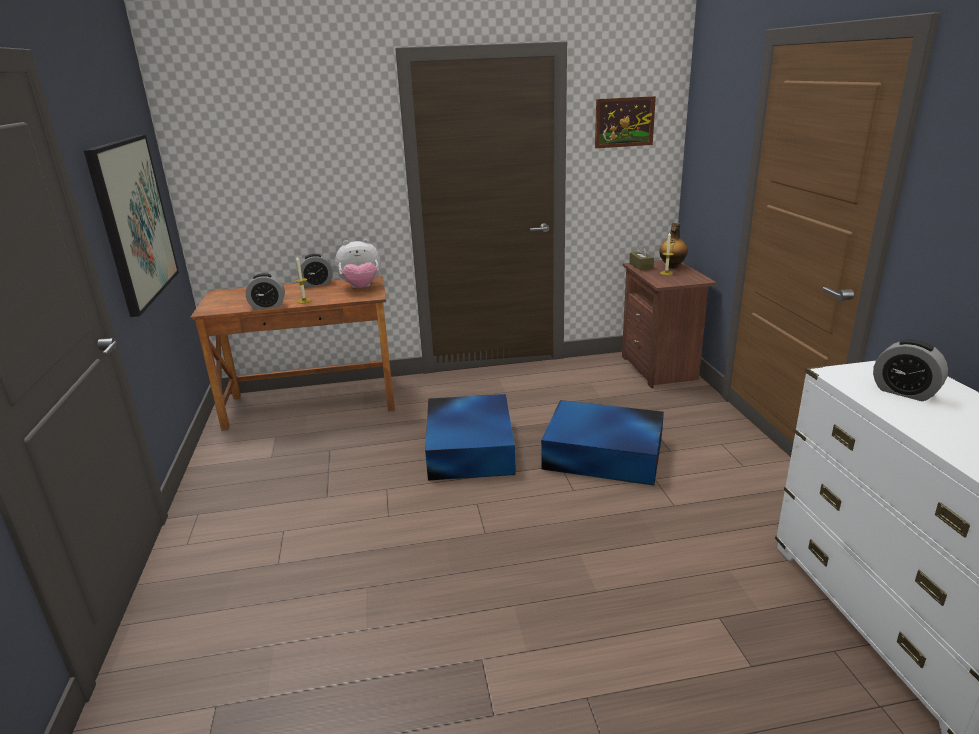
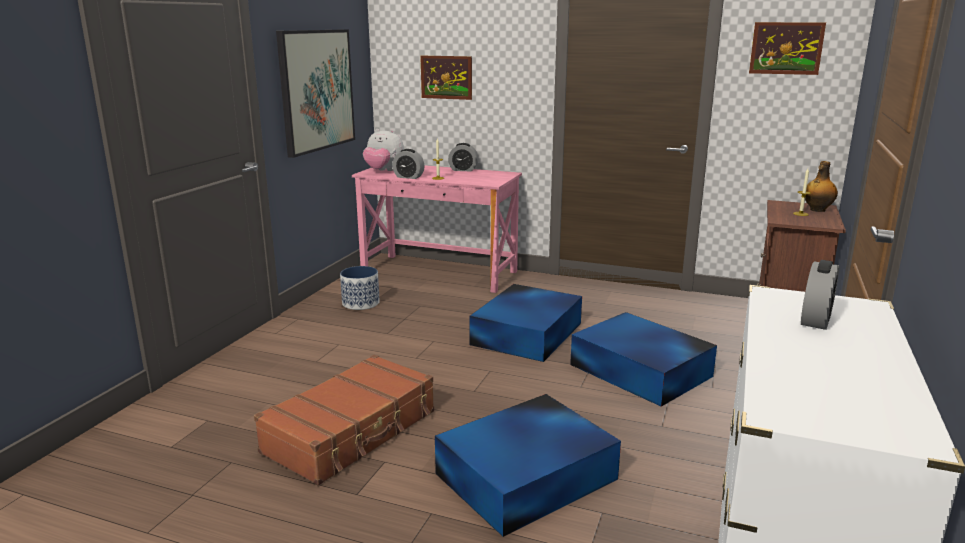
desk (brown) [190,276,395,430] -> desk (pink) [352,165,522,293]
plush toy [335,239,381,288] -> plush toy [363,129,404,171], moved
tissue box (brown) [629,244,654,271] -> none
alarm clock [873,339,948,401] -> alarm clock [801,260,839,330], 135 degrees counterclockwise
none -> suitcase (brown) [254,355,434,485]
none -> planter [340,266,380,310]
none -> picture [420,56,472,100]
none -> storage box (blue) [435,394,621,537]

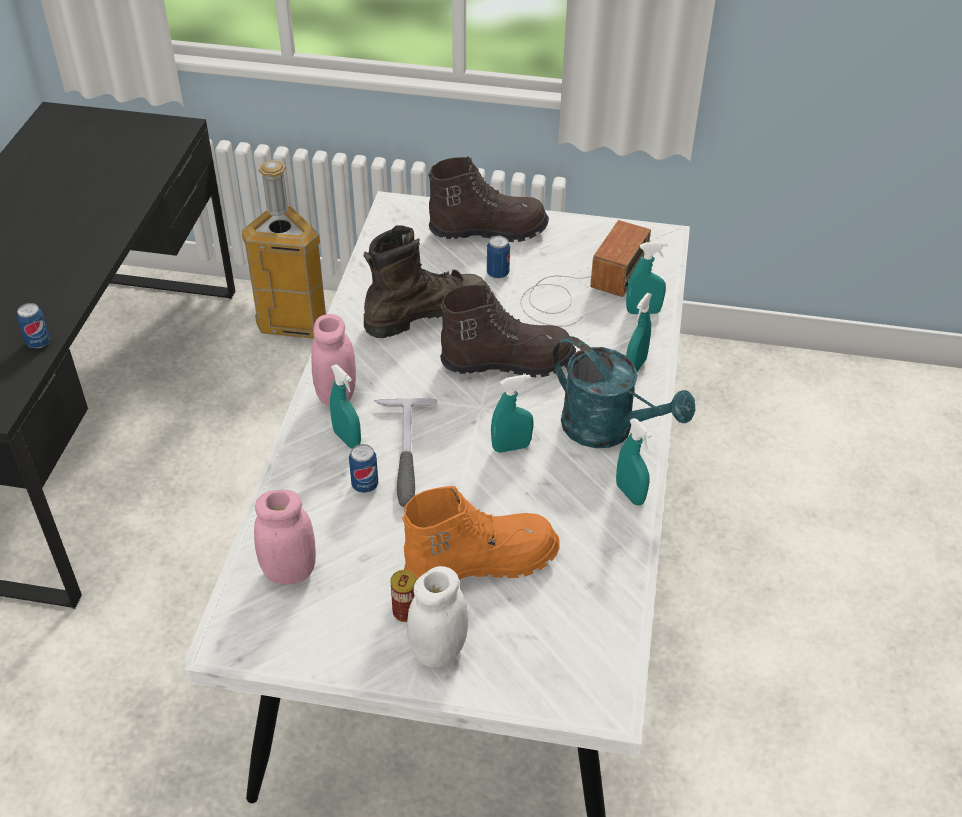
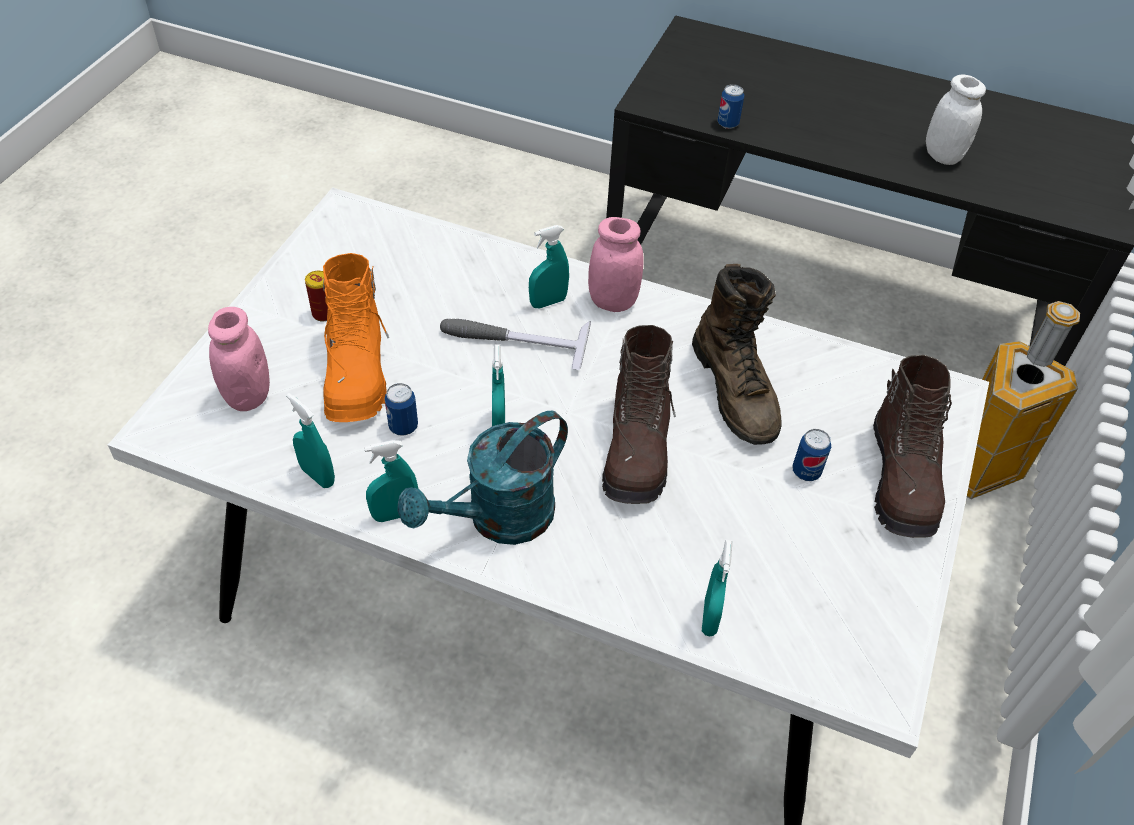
jar (pink) [254,490,316,584] -> jar (pink) [208,307,270,411], moved
can [349,444,378,493] -> can [385,383,418,436], moved
jar (white) [407,566,468,668] -> jar (white) [926,74,986,165], moved
radio [521,220,651,327] -> none
spray bottle (turquoise) [626,293,652,372] -> spray bottle (turquoise) [286,393,335,488], moved

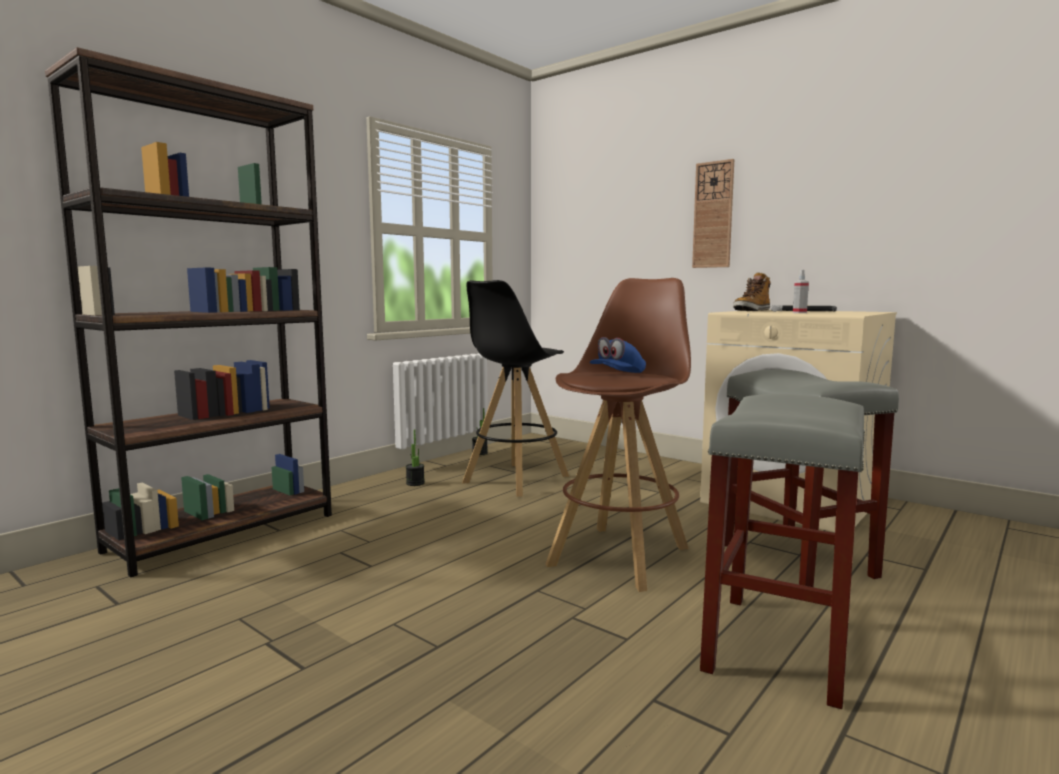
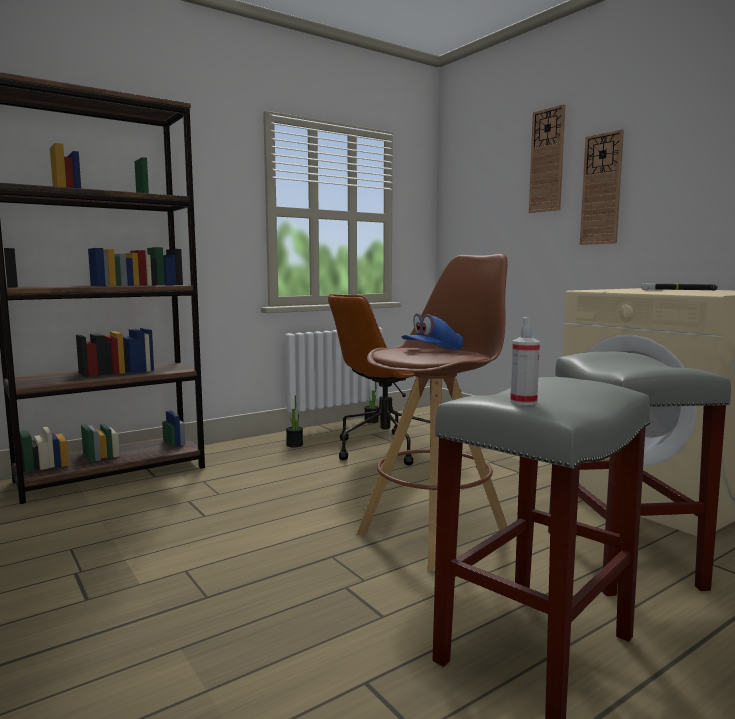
stool (black) [462,280,570,497] -> office chair (brown) [328,294,430,466]
boot [733,272,771,311] -> none
spray bottle [793,270,809,313] -> spray bottle [510,317,540,405], moved
none -> wall clock [529,104,565,213]

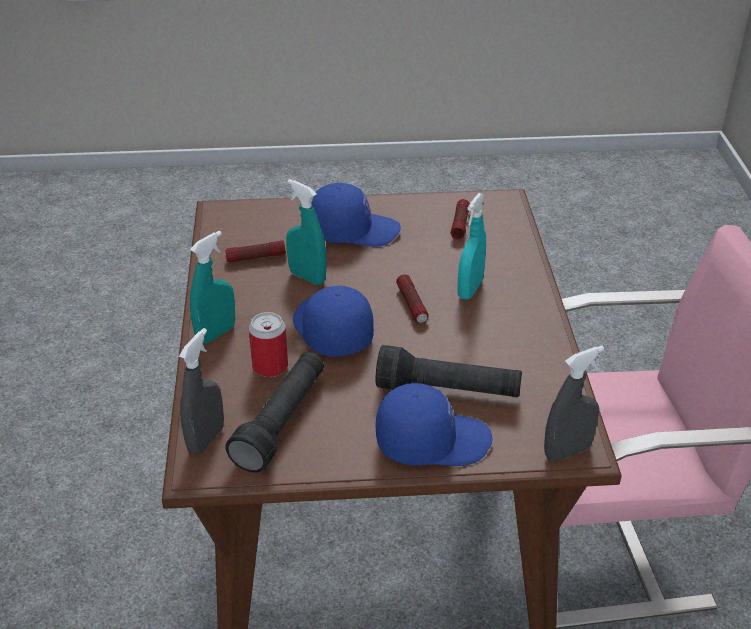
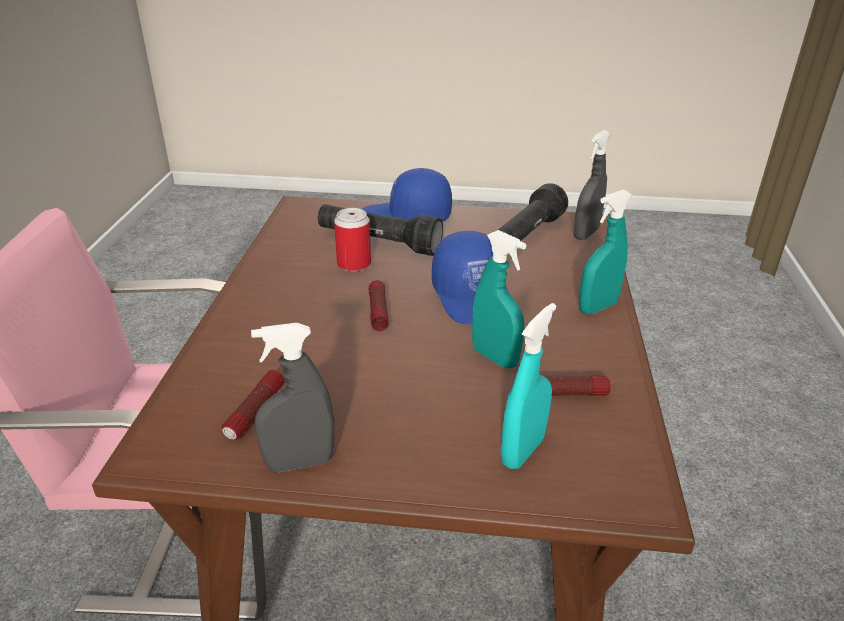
can [249,312,288,377] -> can [334,208,371,272], moved
cap (blue) [312,183,401,247] -> none
spray bottle (turquoise) [457,193,486,300] -> spray bottle (turquoise) [500,303,556,469], moved
spray bottle (grey) [544,346,604,461] -> spray bottle (grey) [251,323,334,472], moved

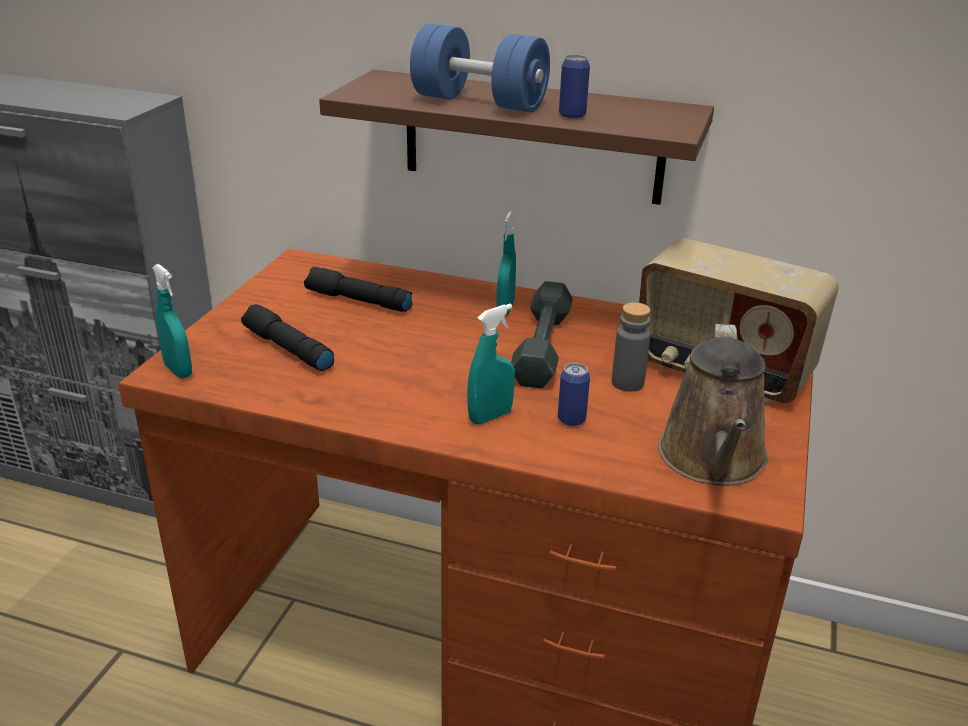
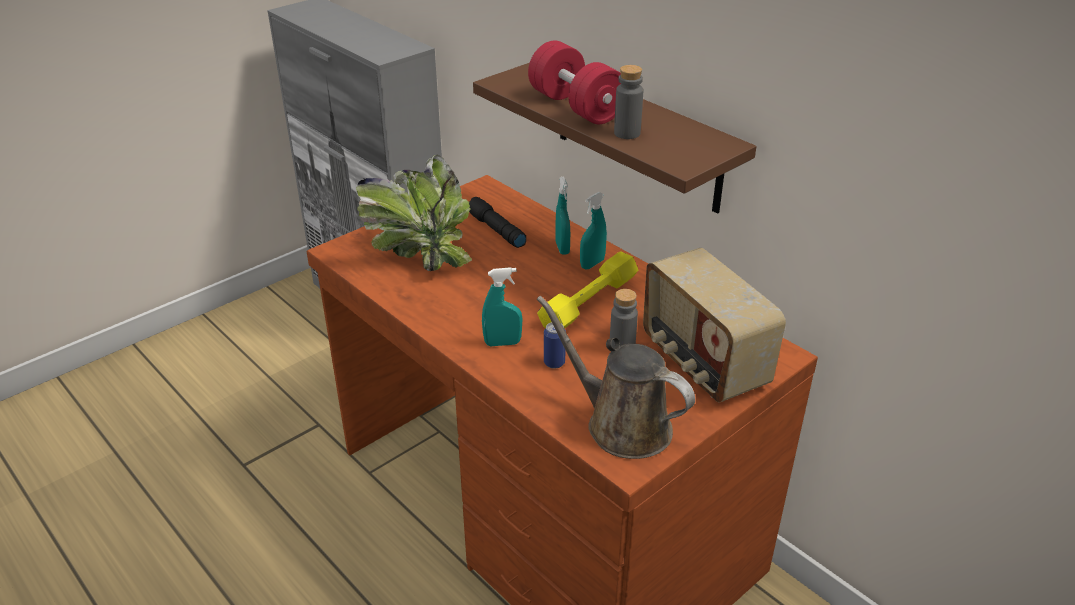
spray bottle (turquoise) [152,264,192,379] -> spray bottle (turquoise) [555,177,570,255], moved
flashlight (black) [241,304,334,371] -> potted plant [356,155,472,271]
dumbbell (blue) [410,24,550,112] -> dumbbell (red) [528,41,621,124]
dumbbell (grey) [511,281,573,388] -> dumbbell (yellow) [537,251,638,329]
can [559,55,590,119] -> bottle (grey) [614,65,643,139]
watering can (brown) [658,324,768,486] -> watering can (brown) [537,296,695,459], 90 degrees clockwise

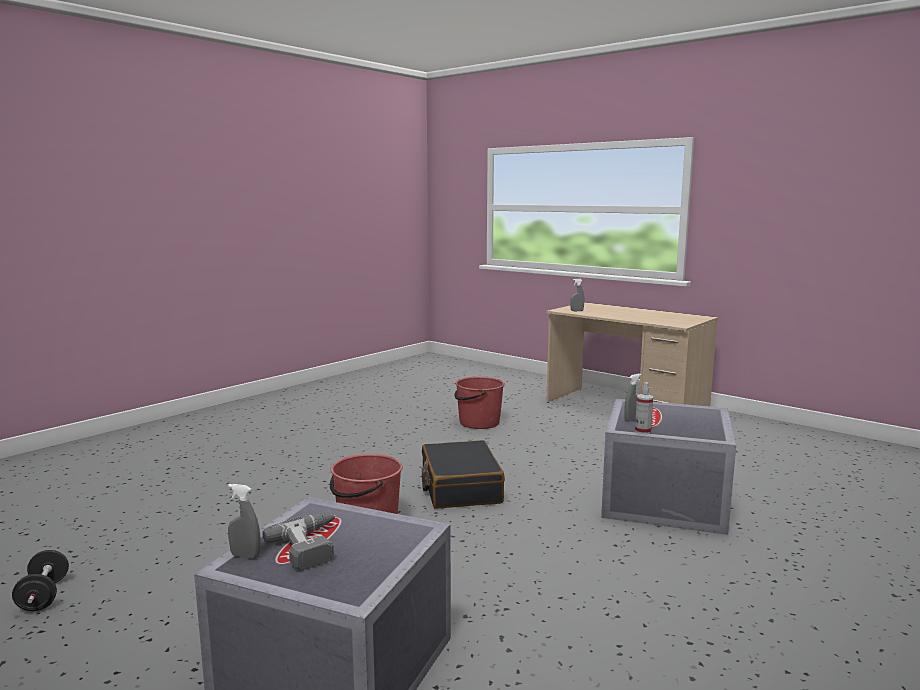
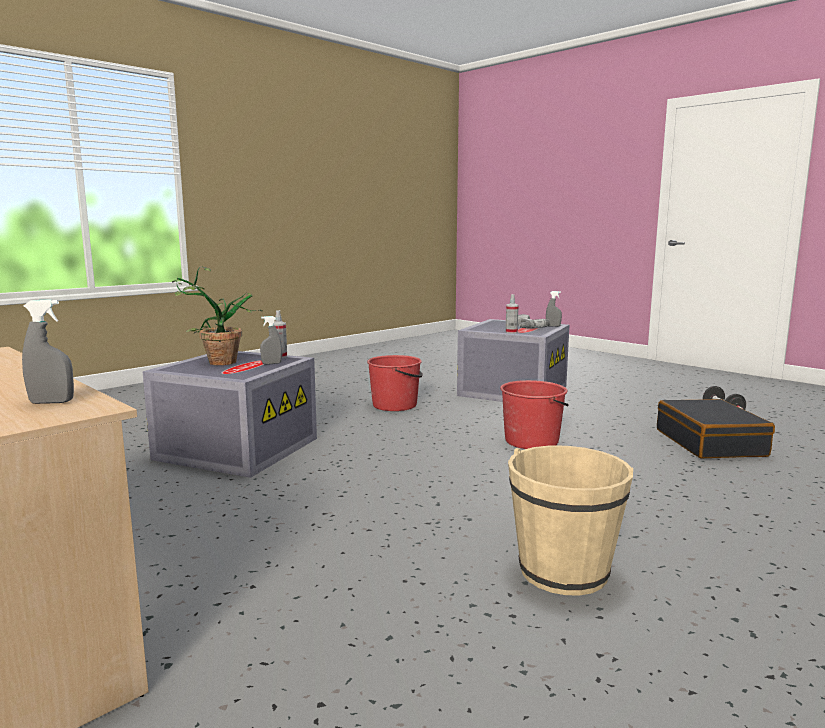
suitcase (black) [422,440,505,509] -> suitcase (black) [657,399,775,458], moved
bucket (red) [454,376,505,429] -> bucket (red) [367,355,423,411], moved
none -> potted plant [172,267,263,365]
none -> spray bottle [505,294,519,334]
none -> bucket (beige) [508,446,633,595]

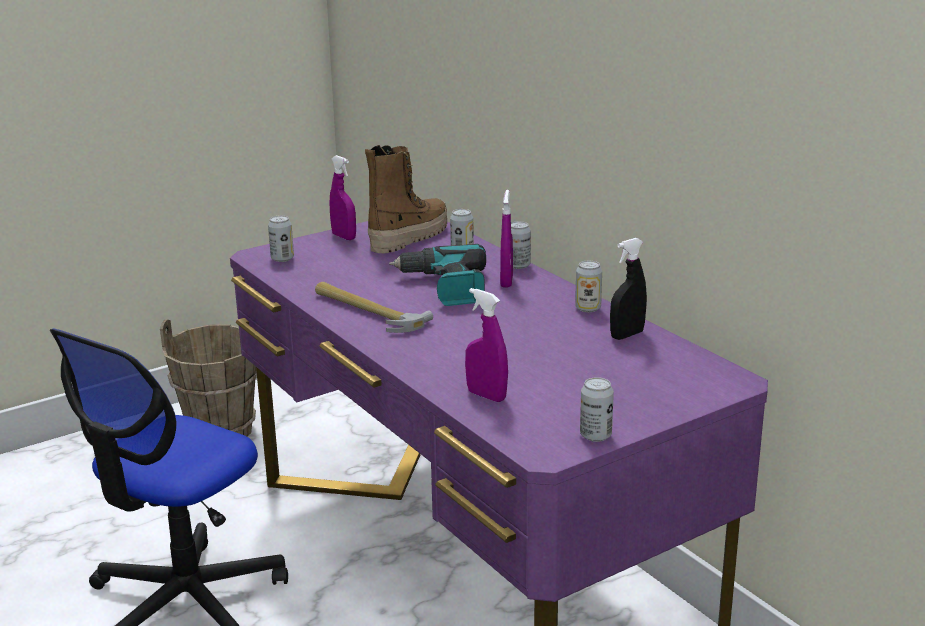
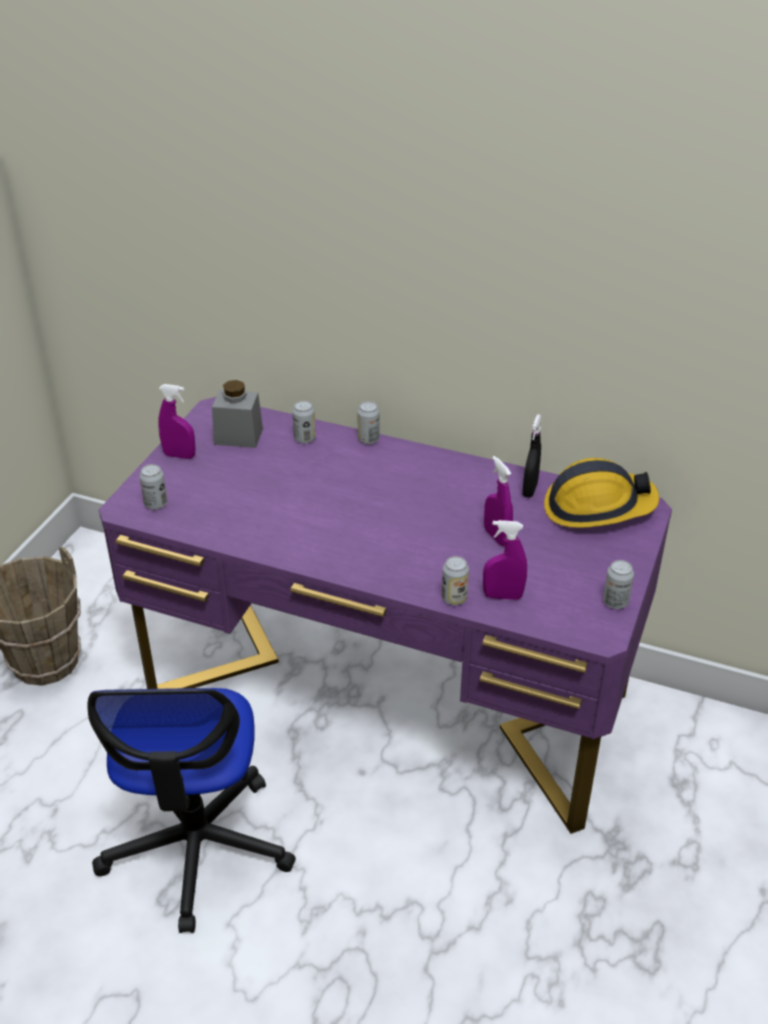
hammer [315,282,433,333] -> none
boot [365,145,447,253] -> jar (grey) [212,380,263,448]
power drill [389,244,486,306] -> none
spray bottle (purple) [500,190,513,287] -> spray bottle (purple) [484,456,513,546], moved
can [575,261,602,312] -> can [442,556,469,605], moved
none -> hard hat [544,458,659,528]

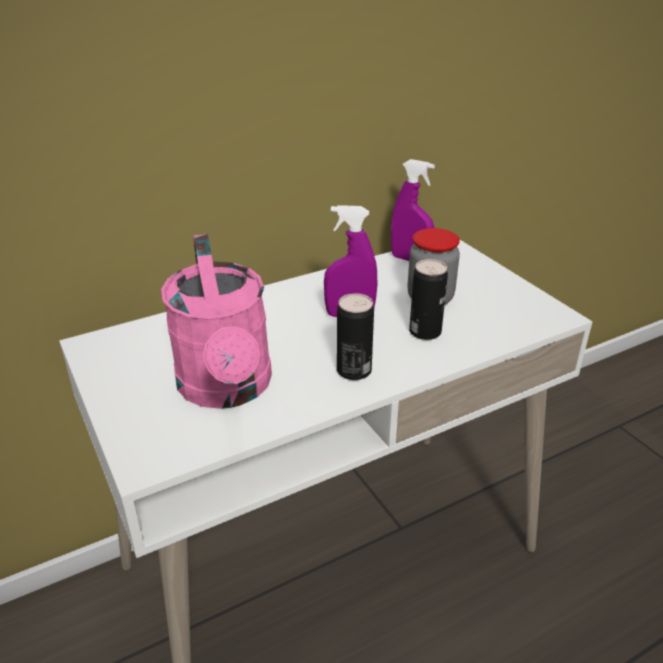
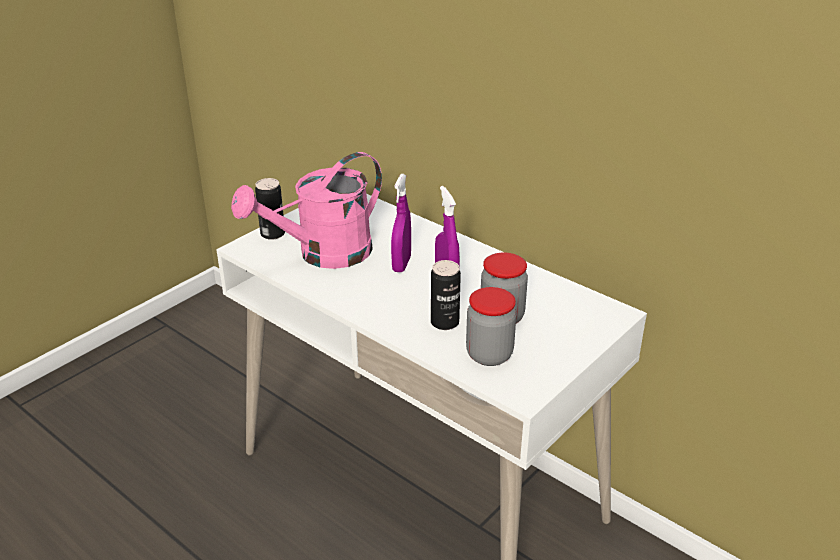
can [337,293,374,380] -> can [255,178,285,240], moved
spray bottle (purple) [391,159,435,261] -> spray bottle (purple) [391,174,411,272], moved
none -> jar [466,287,517,366]

